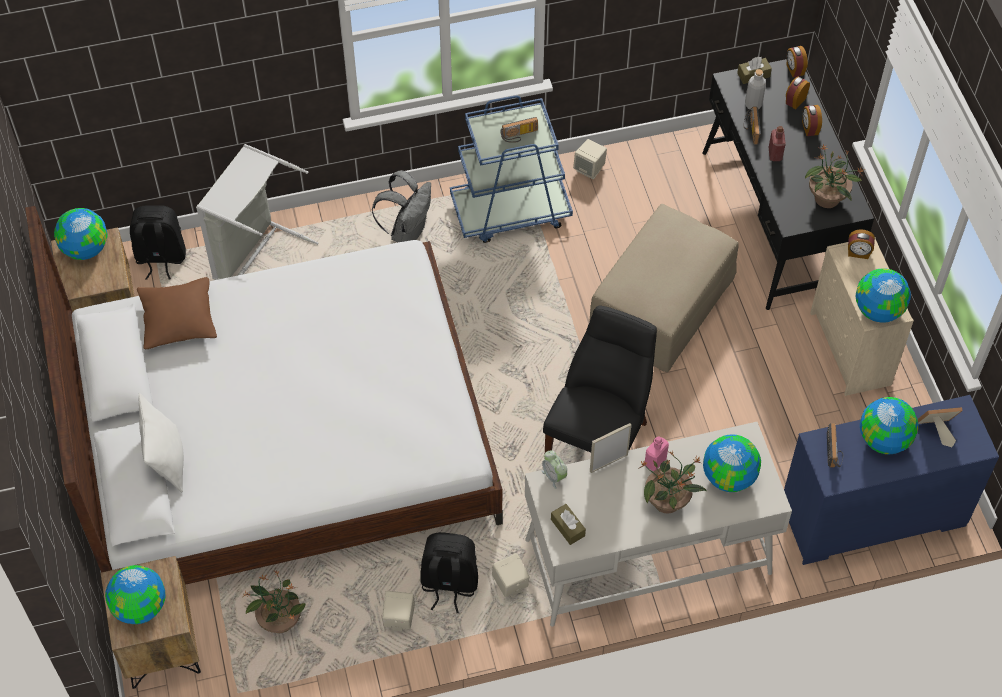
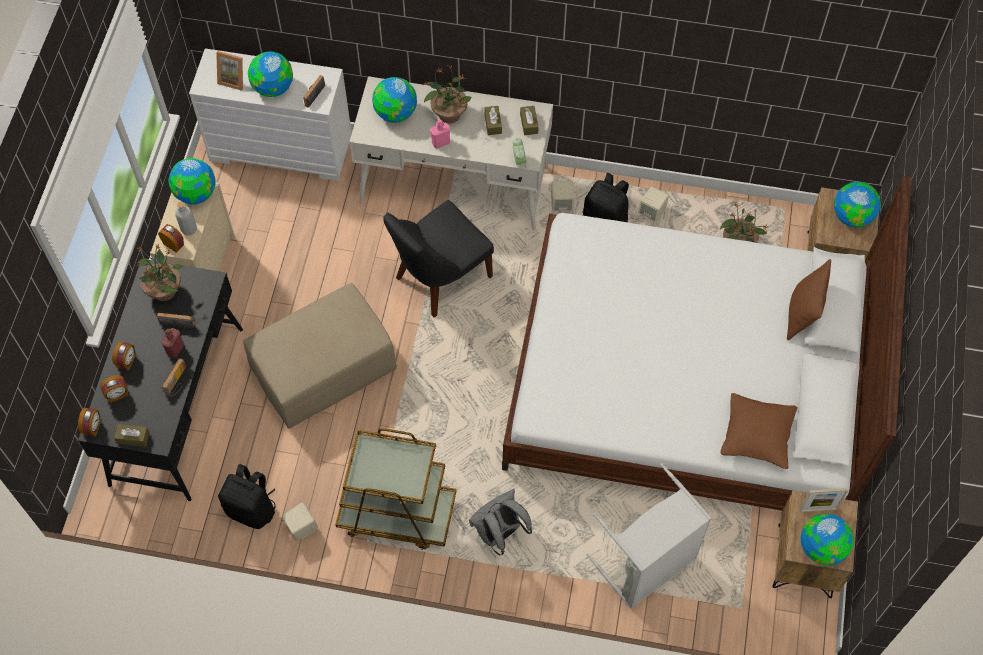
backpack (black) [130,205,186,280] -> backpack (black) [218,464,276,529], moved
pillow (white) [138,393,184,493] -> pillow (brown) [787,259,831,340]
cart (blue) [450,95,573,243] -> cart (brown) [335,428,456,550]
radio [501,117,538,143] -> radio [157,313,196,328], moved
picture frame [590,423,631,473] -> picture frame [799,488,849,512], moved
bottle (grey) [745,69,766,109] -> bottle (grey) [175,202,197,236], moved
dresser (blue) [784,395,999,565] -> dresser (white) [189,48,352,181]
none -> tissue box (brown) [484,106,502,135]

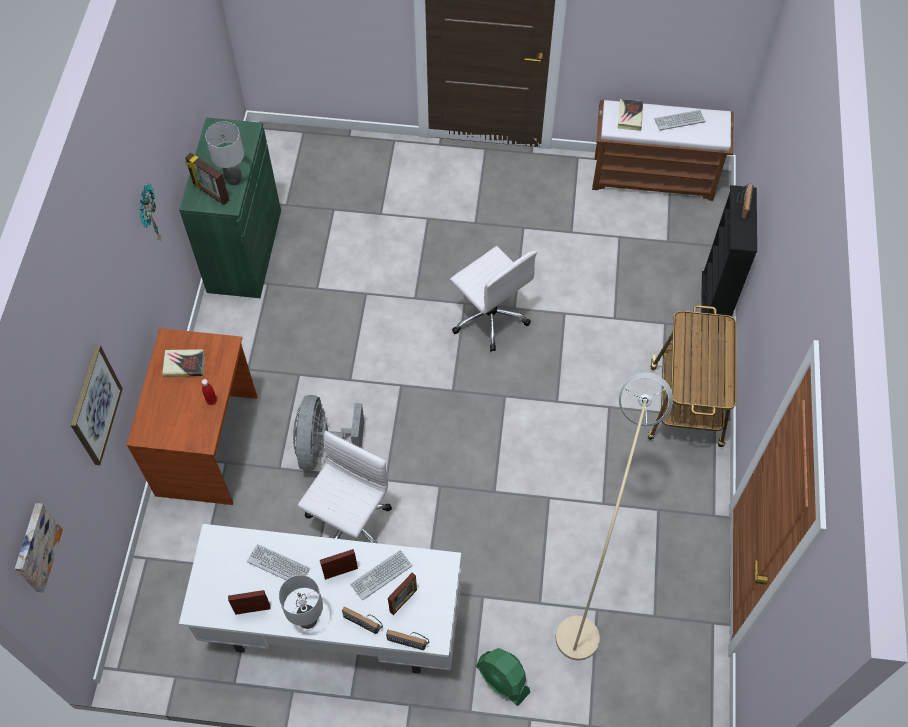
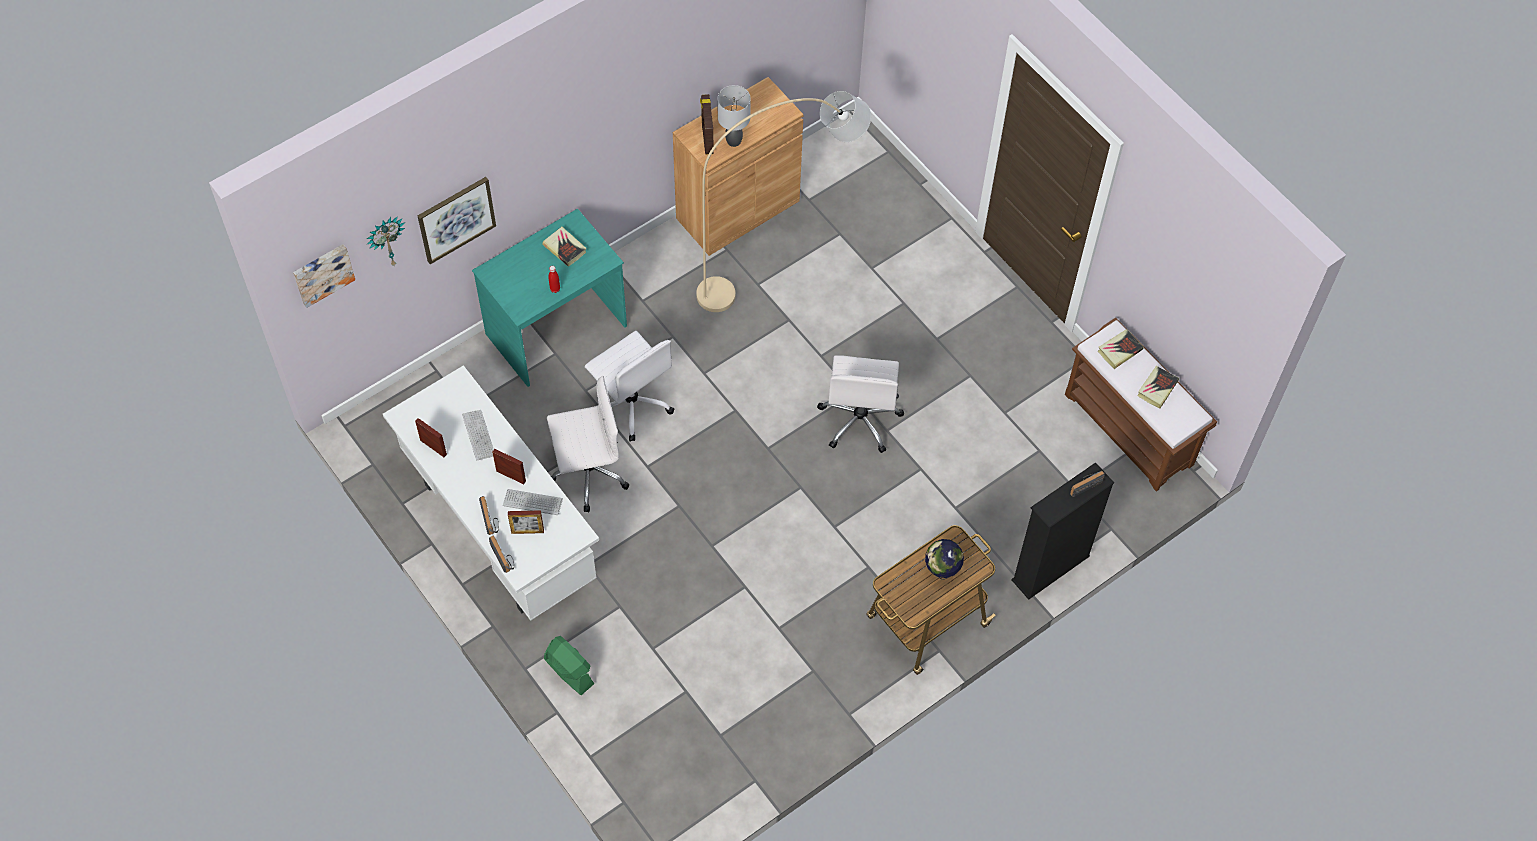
desk (brown) [126,328,257,505] -> desk (turquoise) [472,209,627,387]
wall clock [140,184,162,241] -> wall clock [367,216,405,266], moved
cabinet (green) [179,118,281,298] -> cabinet (brown) [673,77,804,256]
table lamp (grey) [279,575,323,629] -> none
fan (grey) [293,395,364,471] -> office chair (white) [585,331,674,442]
fan (green) [476,648,530,706] -> fan (green) [544,636,594,695], 135 degrees clockwise
floor lamp (beige) [556,373,673,661] -> floor lamp (beige) [696,91,871,312], moved
keyboard [654,110,705,130] -> book [1137,366,1179,408]
none -> globe [925,539,964,580]

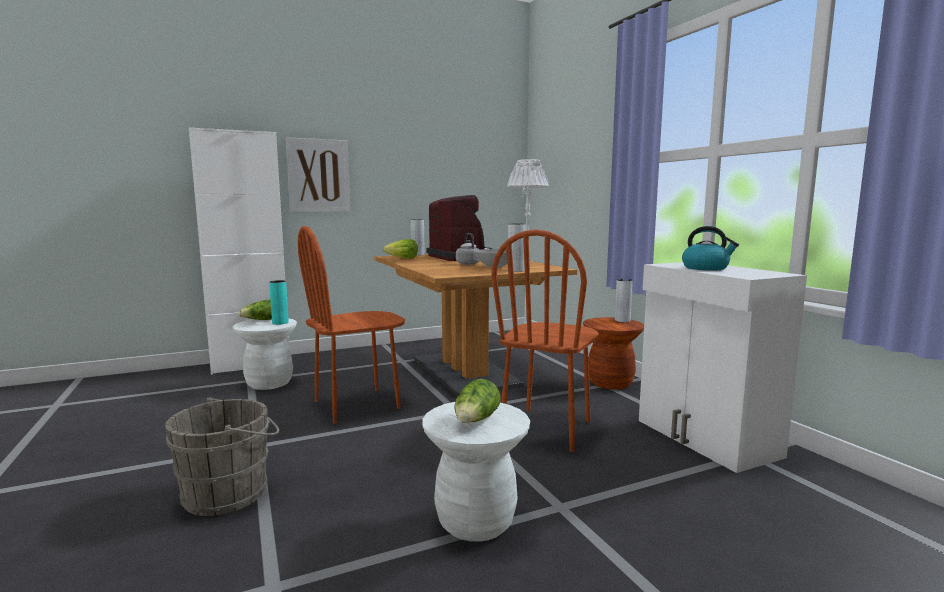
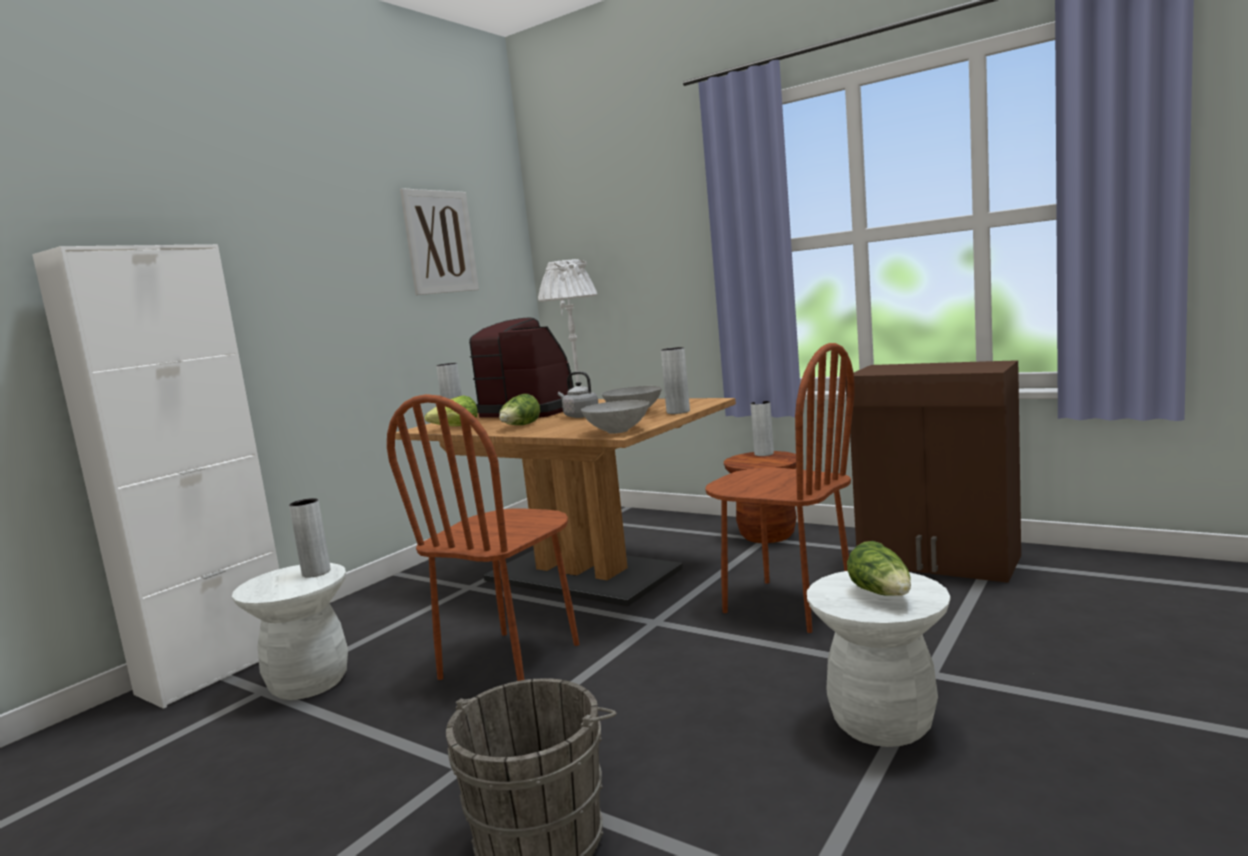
lettuce [238,299,272,320] -> lettuce [499,394,540,425], moved
vase (turquoise) [269,280,289,325] -> vase (grey) [289,498,331,578]
picture [286,137,350,212] -> picture [400,188,479,295], moved
chair (brown) [491,230,599,452] -> chair (brown) [705,343,855,633], 45 degrees counterclockwise
cabinet (white) [639,262,807,473] -> cabinet (brown) [846,360,1021,583]
kettle [682,226,739,271] -> none
none -> bowl (grey) [581,400,649,434]

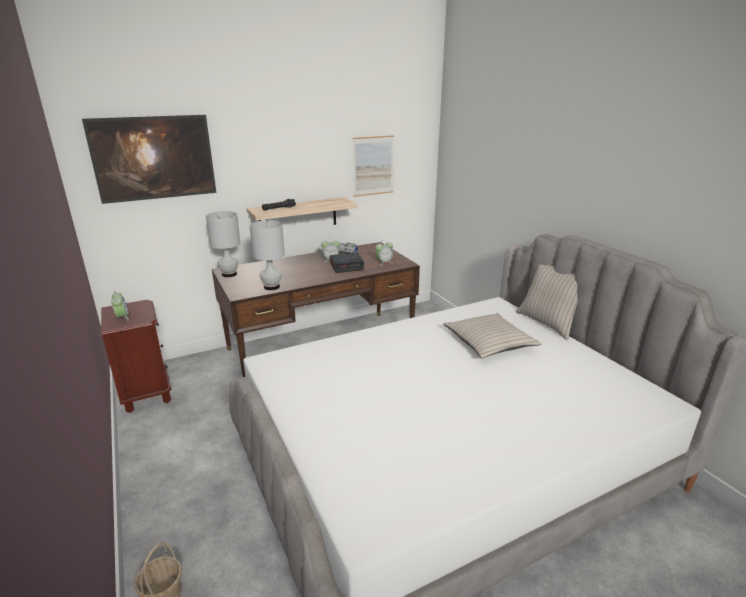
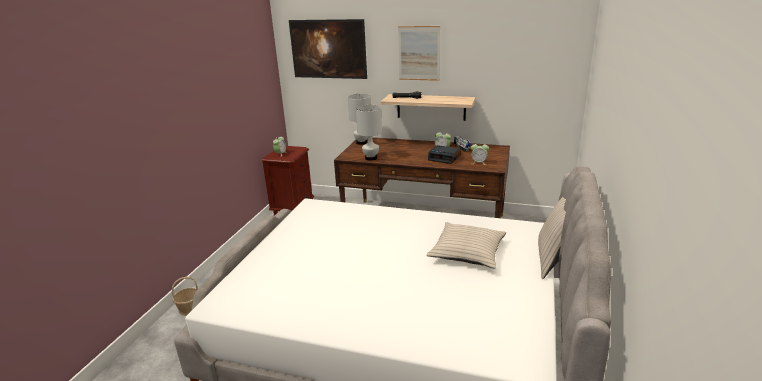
picture [353,135,394,197] -> picture [398,26,440,81], moved

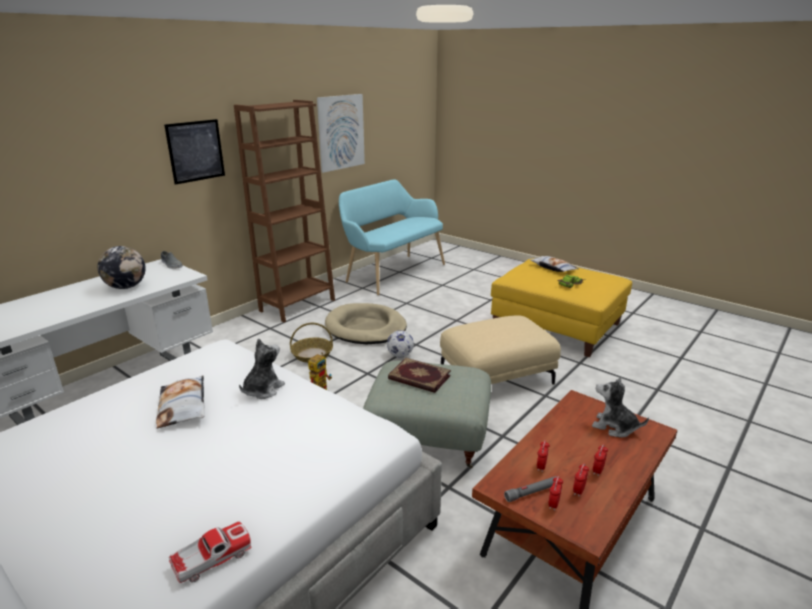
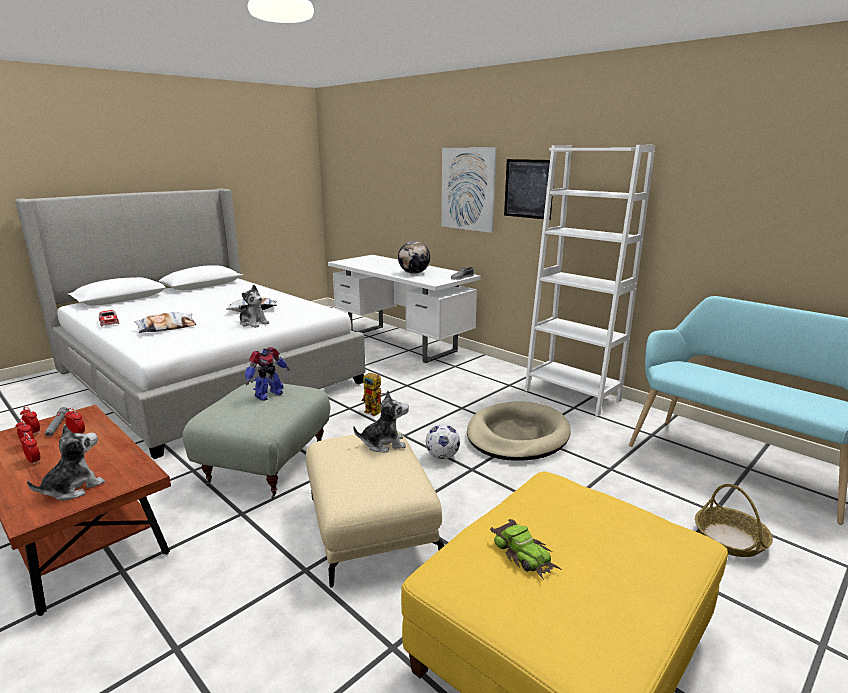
bookcase (brown) [234,100,335,322] -> bookcase (white) [525,145,655,416]
basket [290,323,333,363] -> basket [695,484,773,557], moved
picture [317,94,365,173] -> picture [441,148,497,233], moved
book [388,358,451,393] -> toy robot [245,347,290,401]
pillow [530,256,579,272] -> pillow [134,312,196,333], moved
none -> plush toy [353,390,409,452]

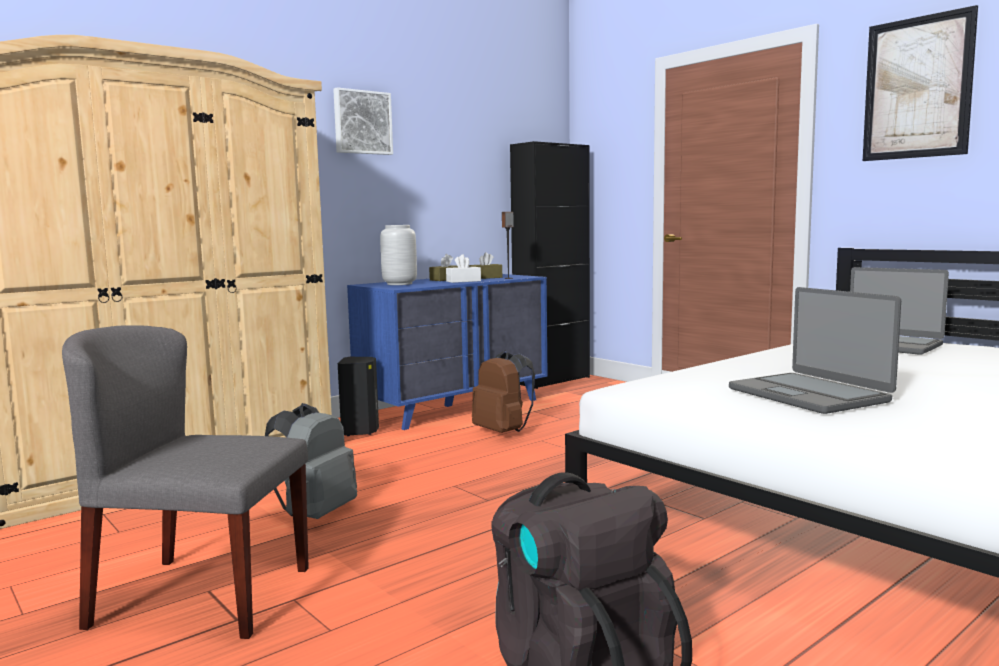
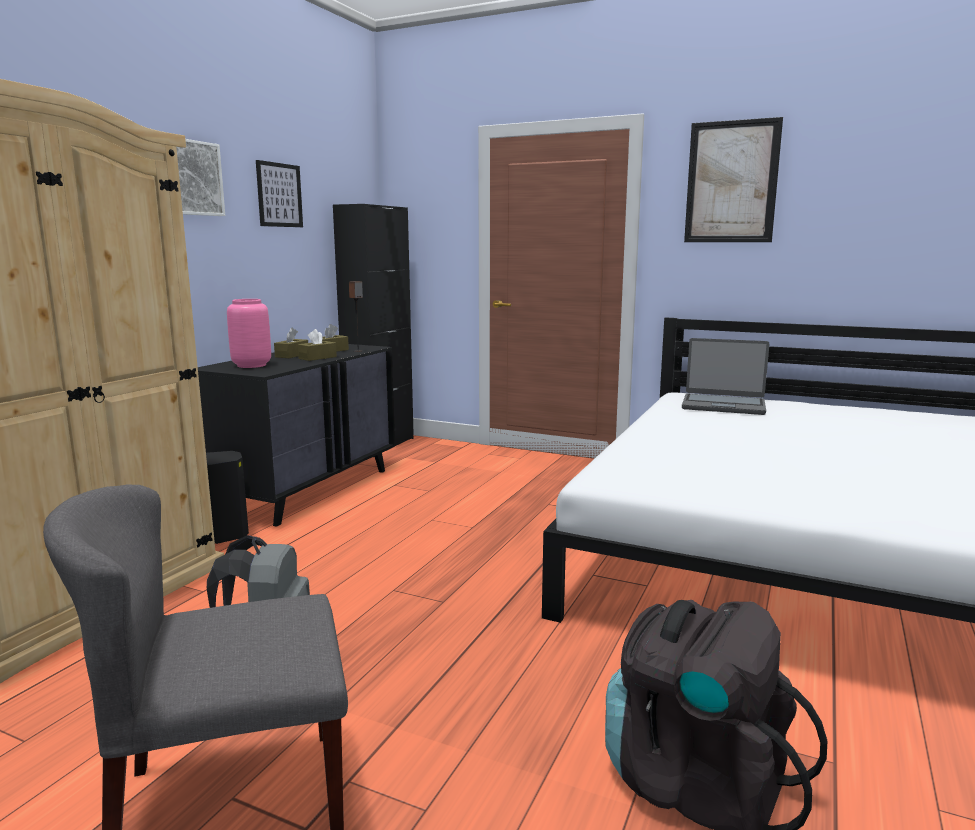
dresser (blue) [347,274,548,430] -> dresser (black) [198,344,395,527]
vase (grey) [380,225,417,285] -> vase (pink) [227,299,271,368]
tissue box (white) [446,254,481,283] -> tissue box (brown) [298,329,337,361]
backpack (brown) [472,350,535,433] -> none
laptop [729,287,901,414] -> none
none -> picture [256,160,303,227]

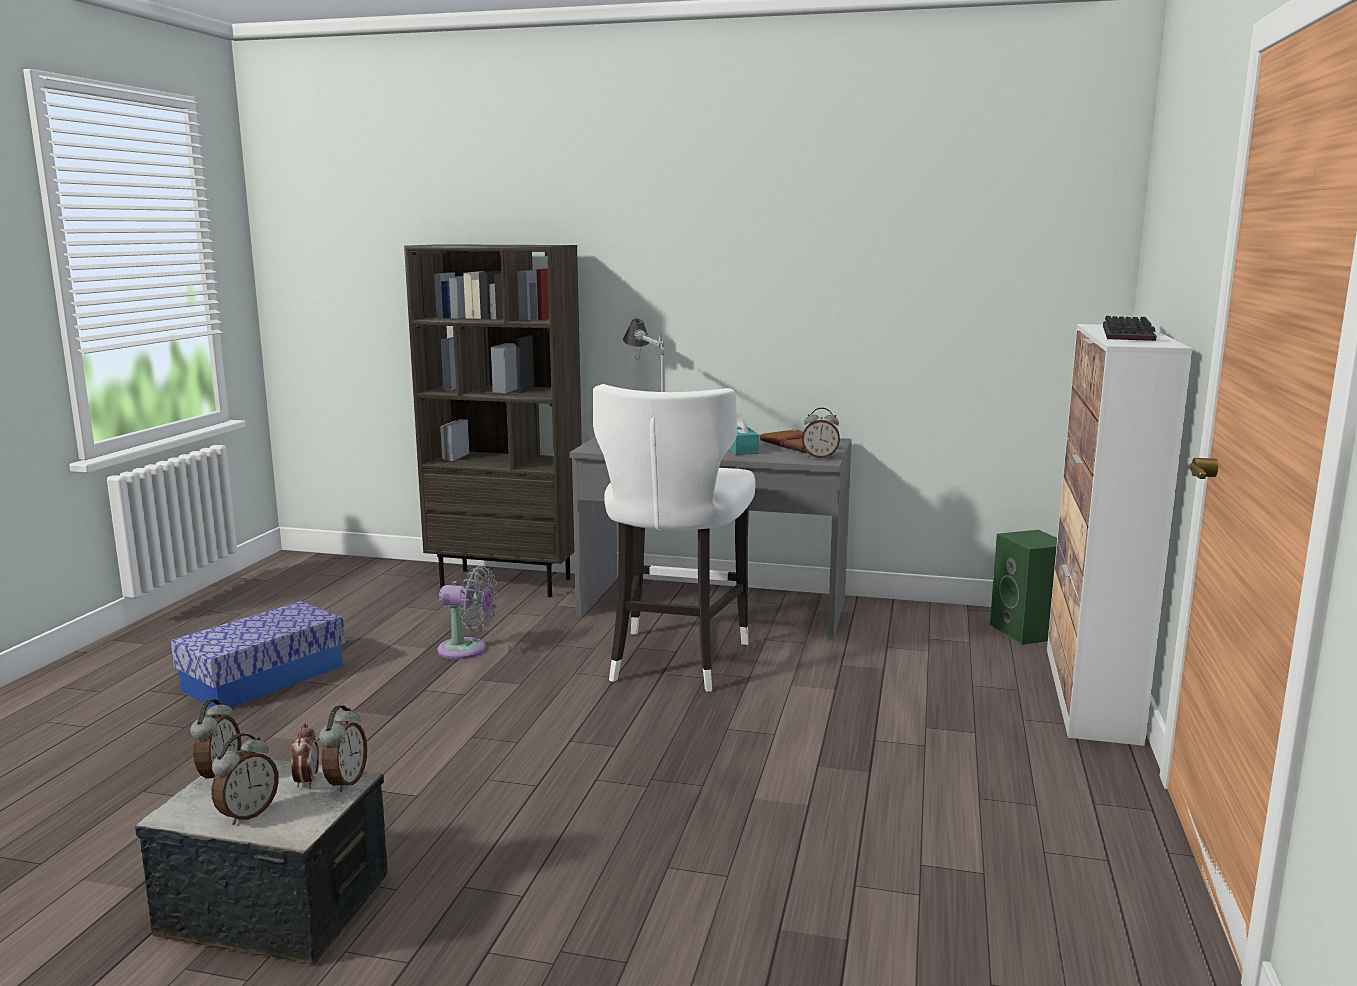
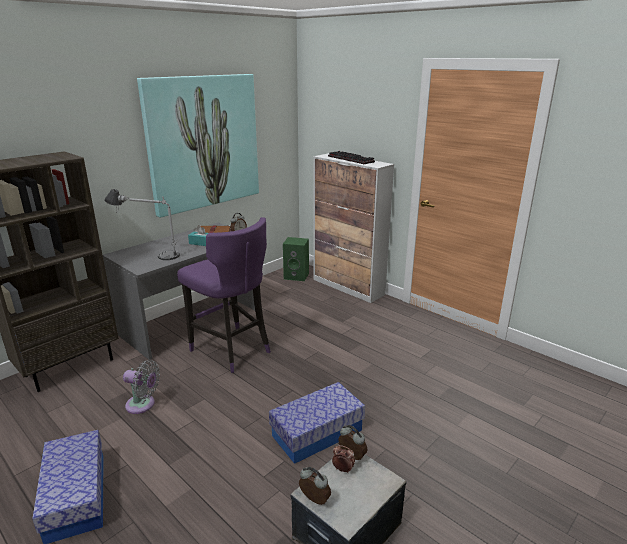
alarm clock [211,733,279,825] -> none
fan (grey) [438,566,498,659] -> fan (grey) [123,360,160,414], 60 degrees clockwise
stool (white) [593,384,756,692] -> stool (purple) [177,217,271,373]
none -> picture [137,74,259,218]
none -> storage box [269,382,365,464]

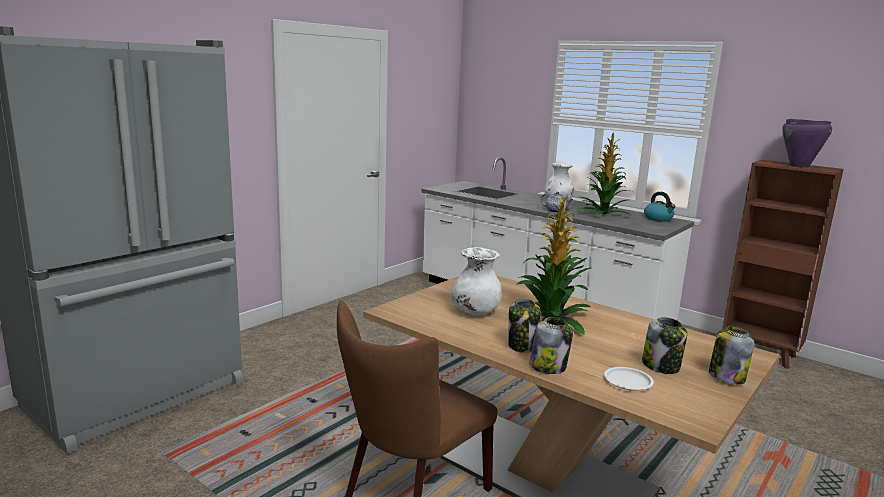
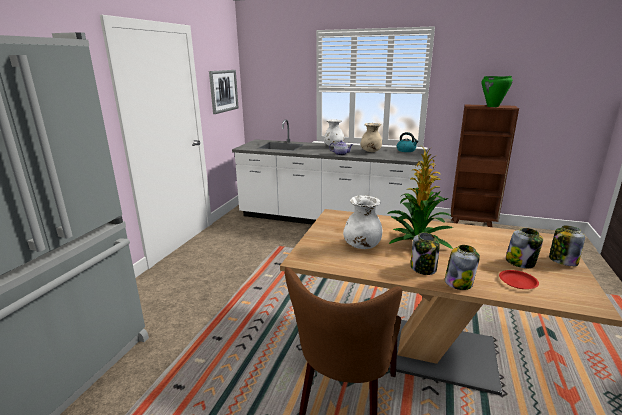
potted plant [577,132,634,217] -> vase (beige) [360,123,382,152]
plate (white) [604,367,654,391] -> plate (red) [499,270,539,289]
cooking pot (purple) [782,119,832,168] -> cooking pot (green) [482,76,513,107]
none -> picture [209,70,239,114]

